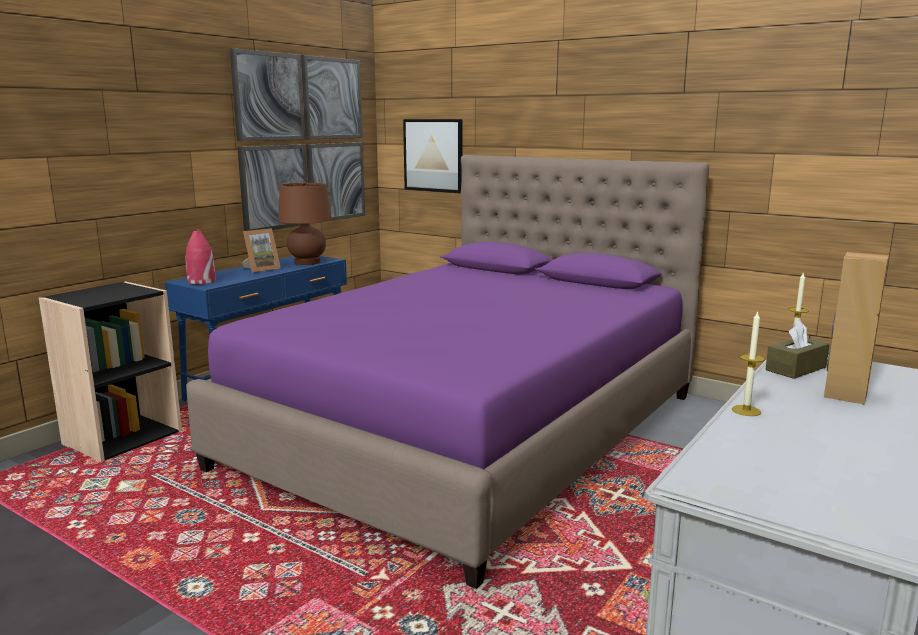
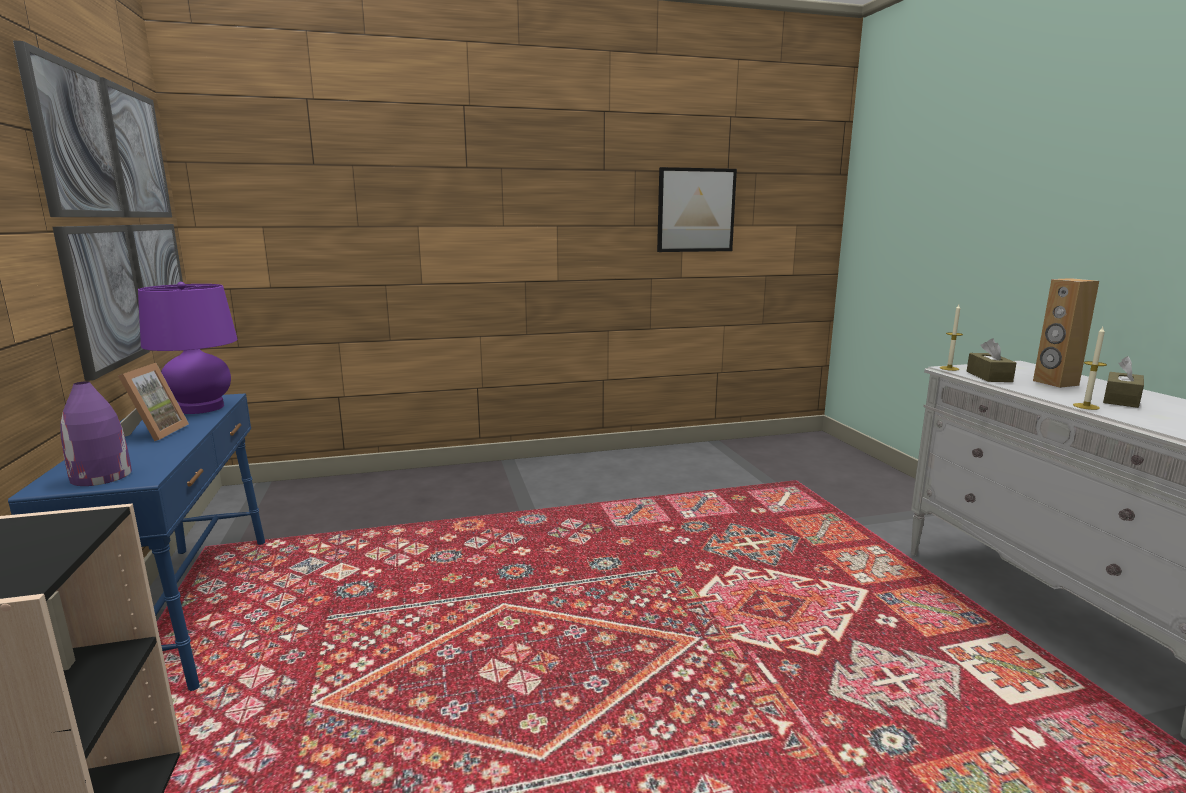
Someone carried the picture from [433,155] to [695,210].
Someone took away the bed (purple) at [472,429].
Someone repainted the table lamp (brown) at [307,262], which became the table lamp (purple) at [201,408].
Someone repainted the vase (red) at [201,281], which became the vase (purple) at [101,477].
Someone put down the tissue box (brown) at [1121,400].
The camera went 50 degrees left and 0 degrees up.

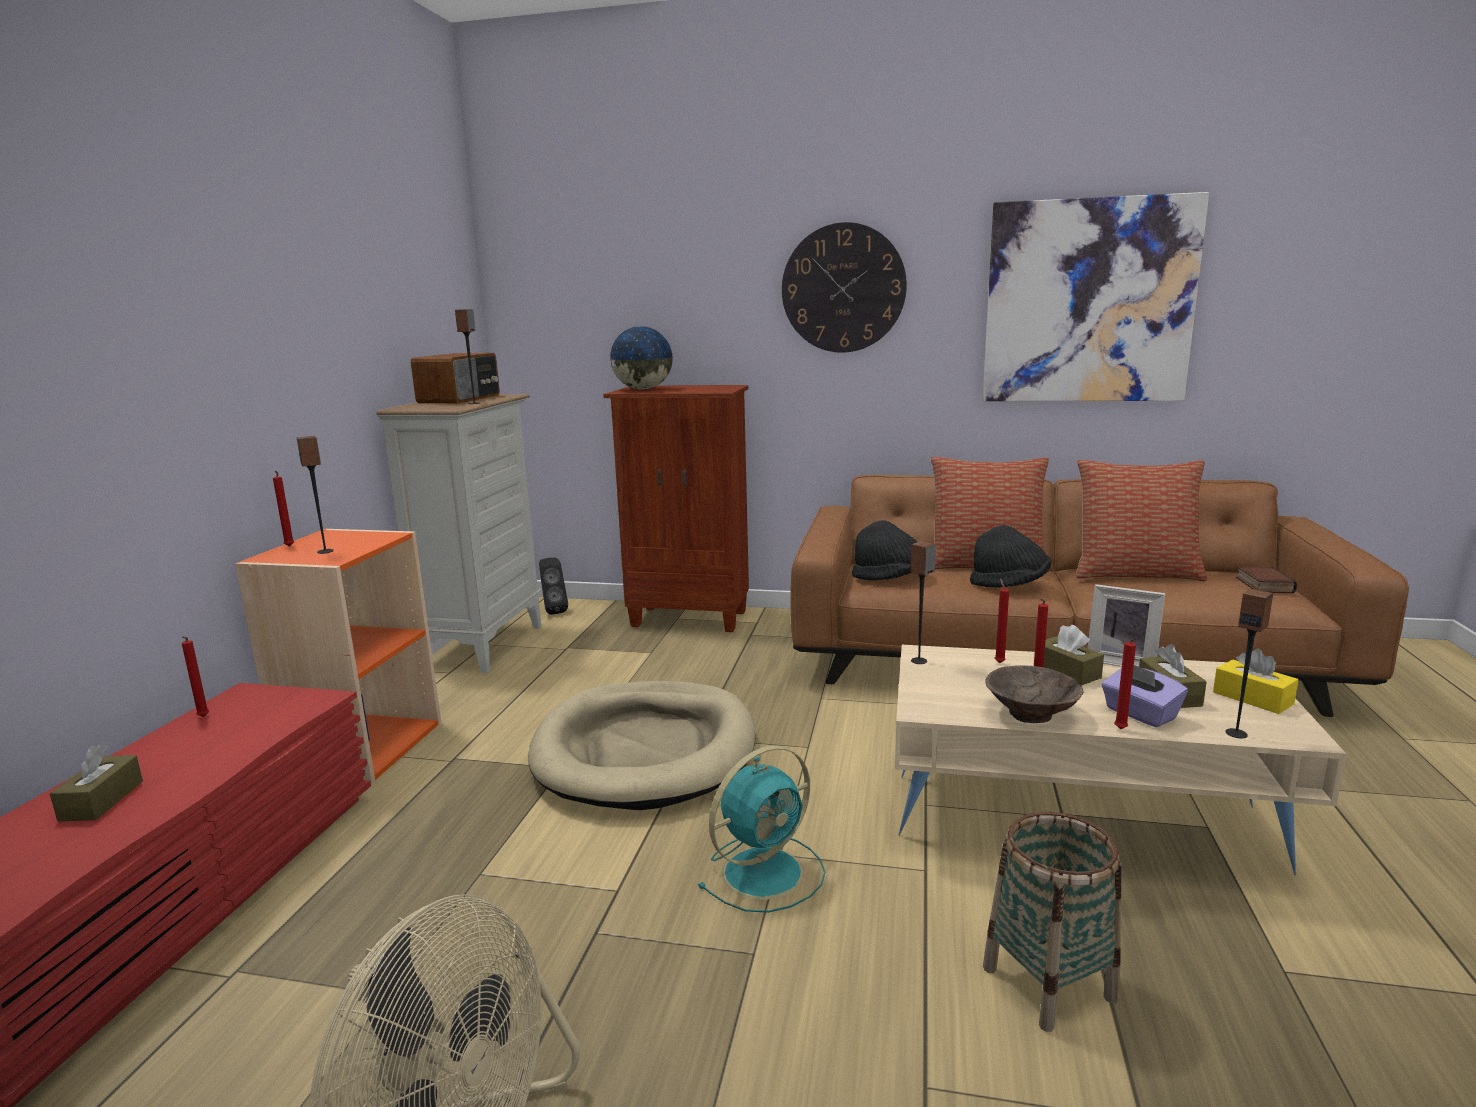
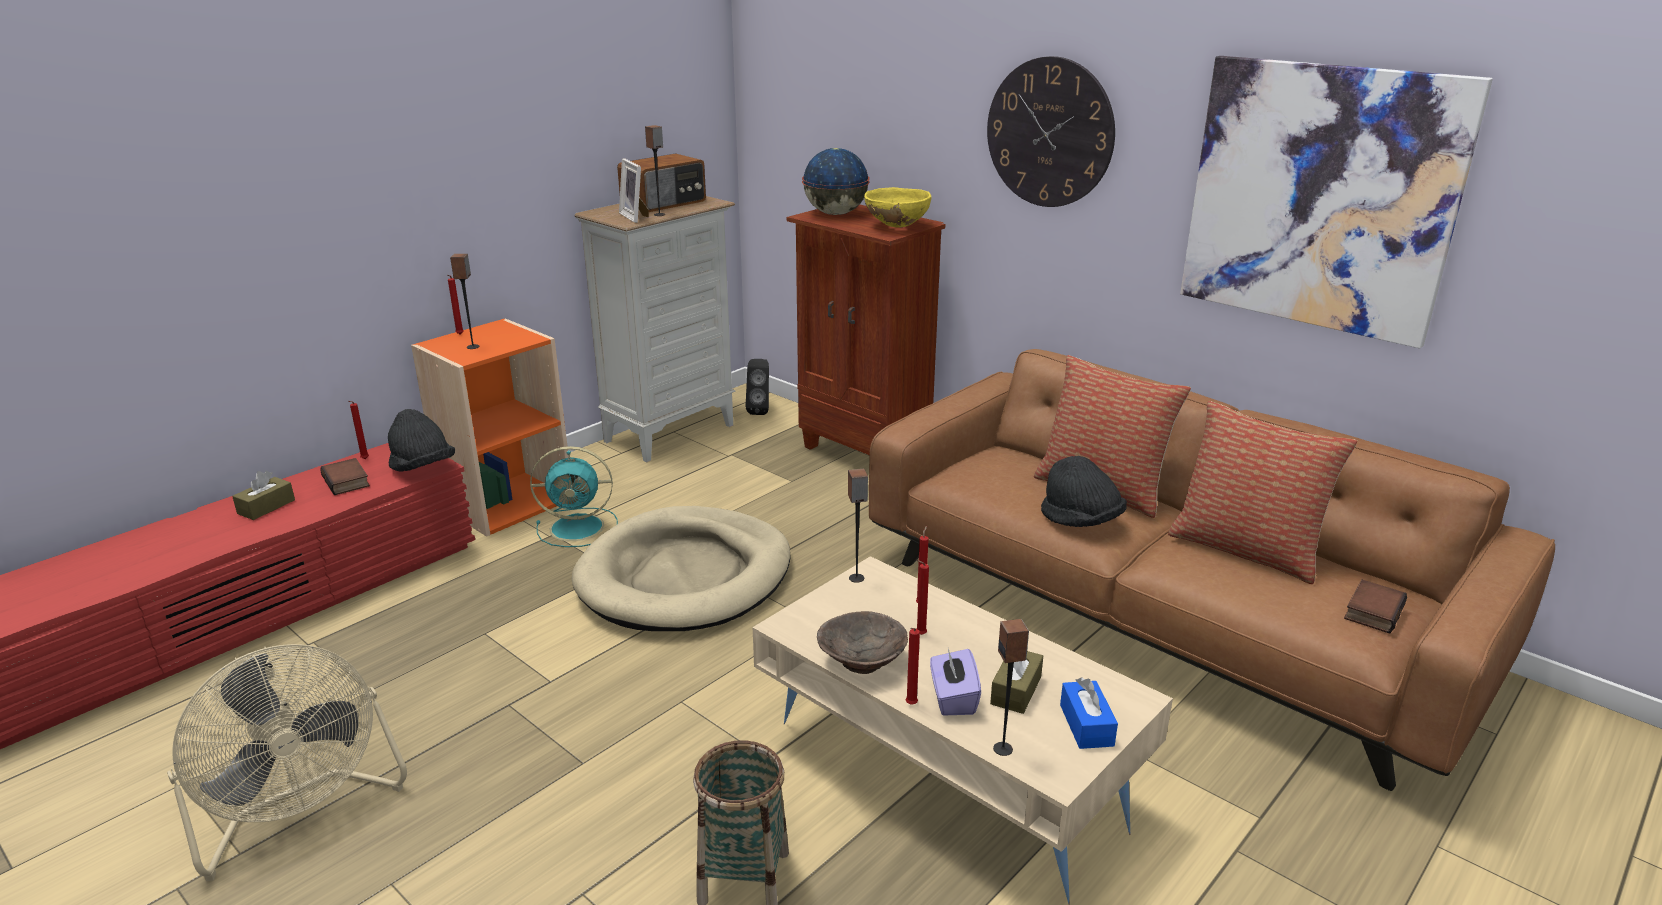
Someone carried the hat (black) from [889,577] to [422,468].
Someone carried the picture frame from [1121,661] to [636,217].
Someone took away the tissue box (brown) at [1067,672].
Someone repainted the tissue box (yellow) at [1252,698], which became the tissue box (blue) at [1086,725].
Someone carried the fan (turquoise) from [765,871] to [579,527].
Someone put down the bowl (yellow) at [896,226].
Someone put down the book at [348,481].
The camera went 30 degrees right and 10 degrees up.

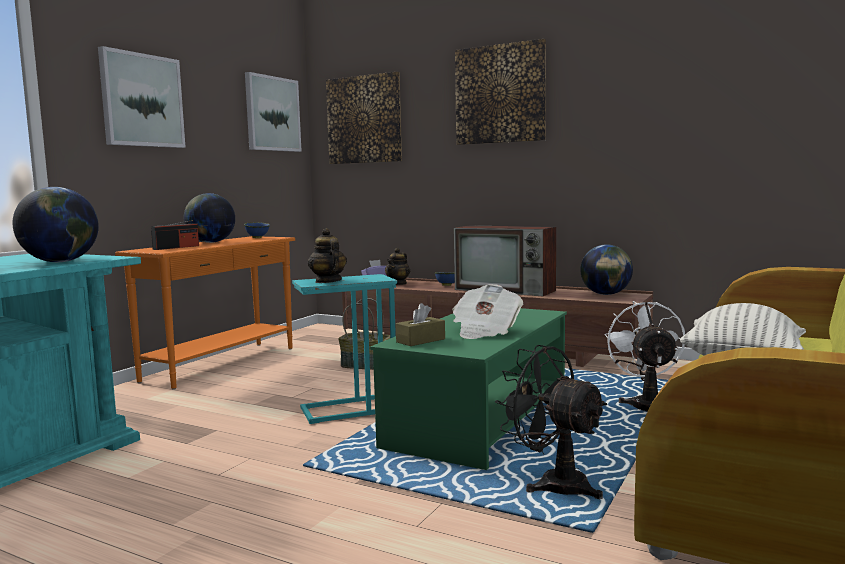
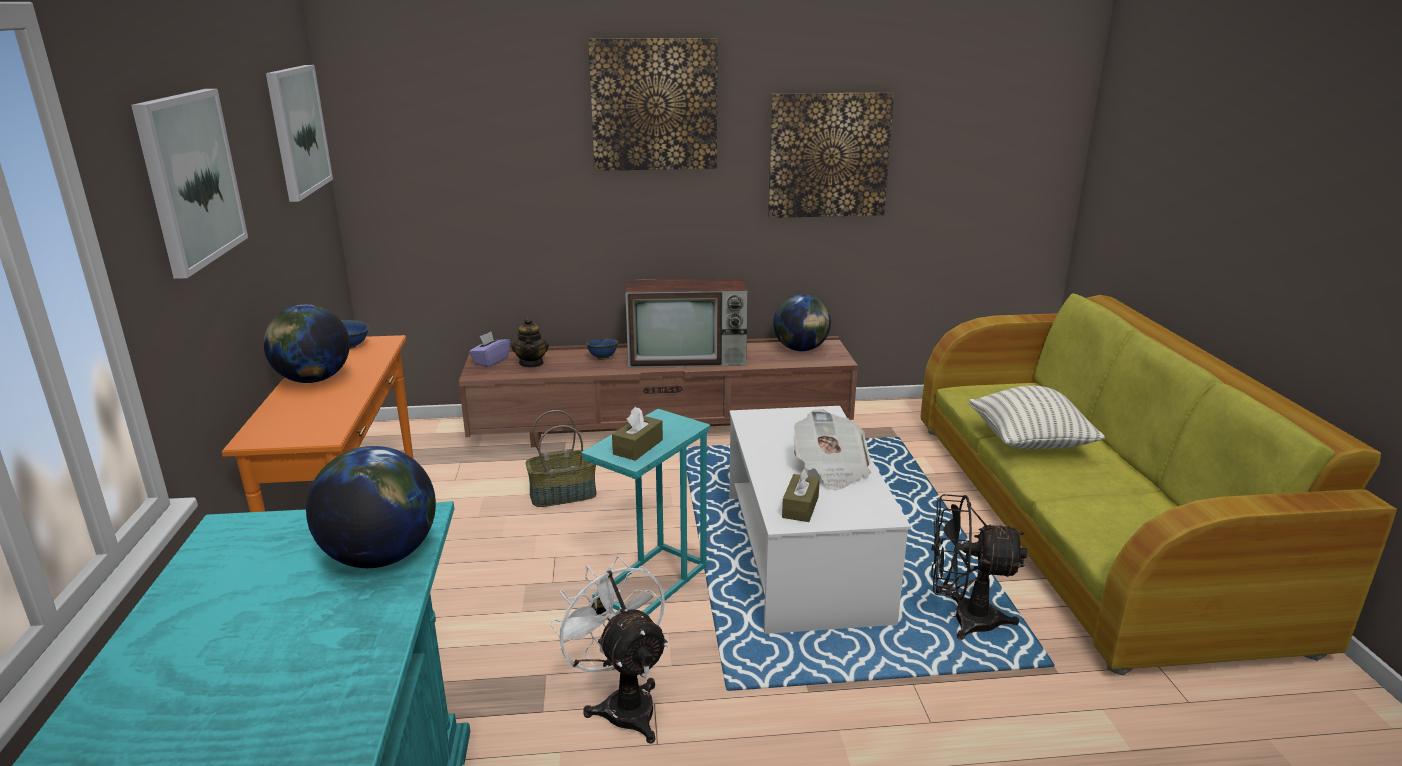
Someone carried the picture from [364,119] to [828,155].
Someone took away the radio at [176,247].
Someone swapped the teapot at [328,281] for the tissue box (brown) at [638,447].
Someone carried the fan (white) from [646,404] to [622,704].
Someone repainted the coffee table (green) at [478,422], which became the coffee table (white) at [804,556].
The camera went 35 degrees left and 15 degrees up.

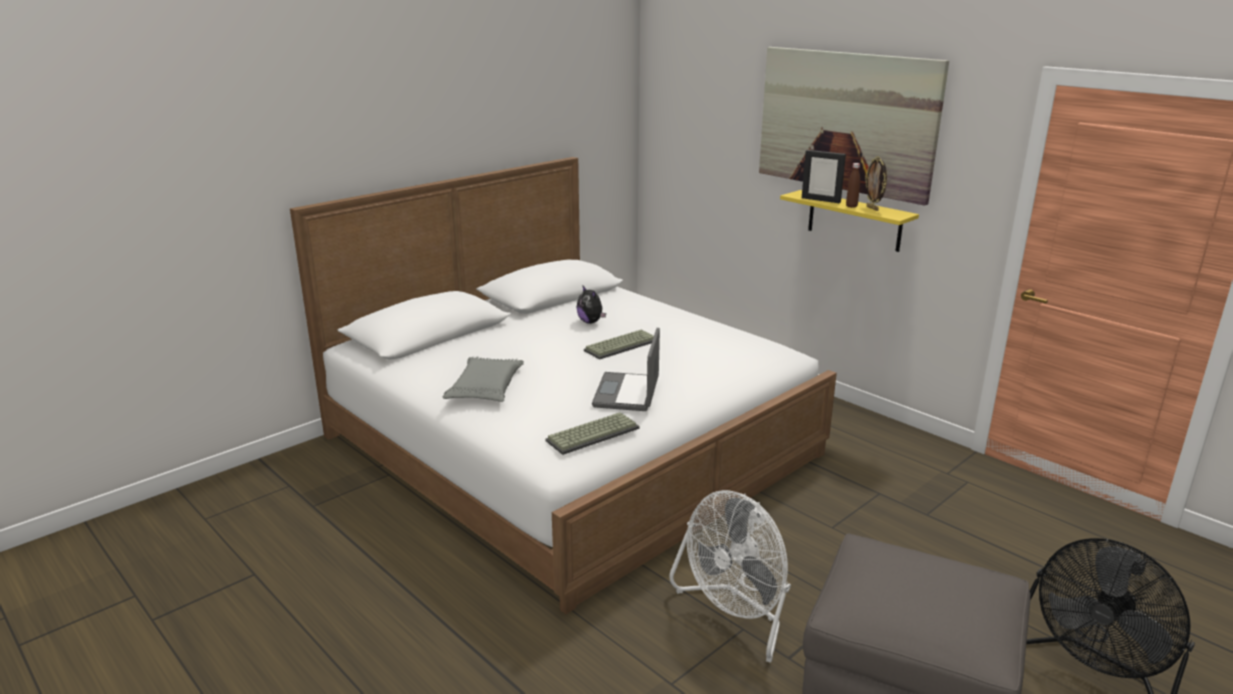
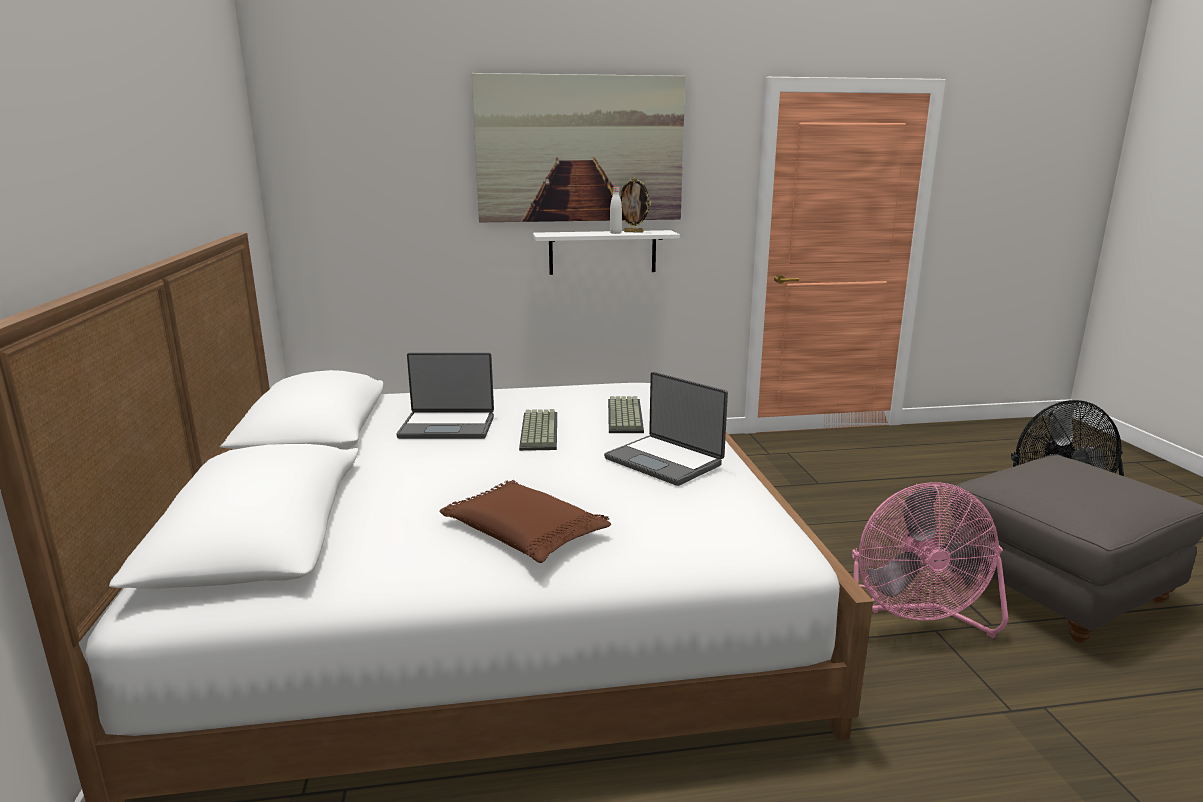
Someone took away the picture frame at [821,200].
Someone repainted the bottle (brown) at [851,206], which became the bottle (white) at [615,233].
Someone repainted the shelf (yellow) at [854,221], which became the shelf (white) at [602,252].
Someone swapped the plush toy at [591,322] for the laptop at [448,426].
Someone repainted the pillow (grey) at [485,386], which became the pillow (brown) at [524,529].
Someone carried the keyboard from [593,433] to [623,416].
Someone repainted the fan (white) at [736,611], which became the fan (pink) at [904,622].
The camera went 55 degrees left and 5 degrees down.

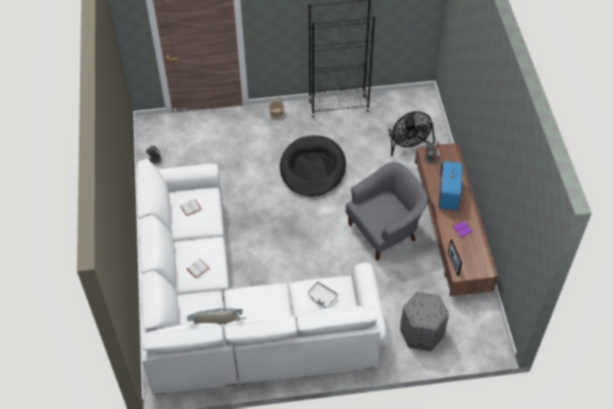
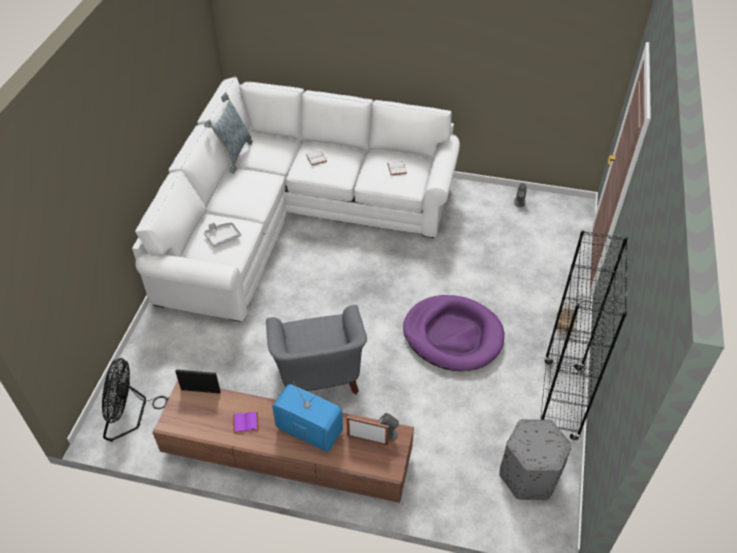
Someone carried the fan (black) from [406,144] to [133,411].
Someone repainted the dog bed (black) at [312,168], which became the dog bed (purple) at [453,335].
Someone carried the ottoman (grey) from [422,333] to [529,476].
The camera went 110 degrees right and 5 degrees down.

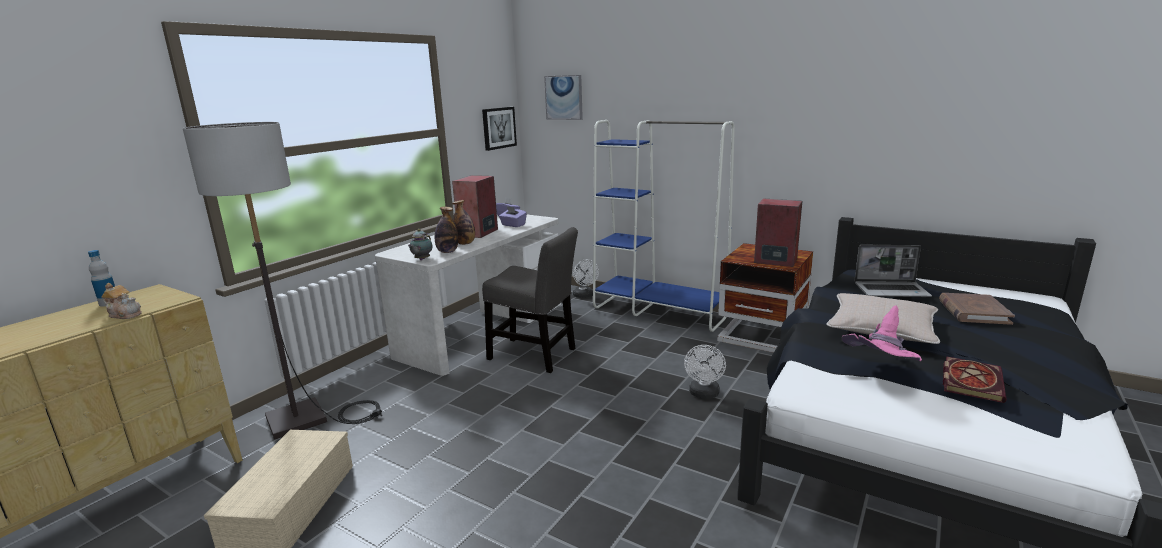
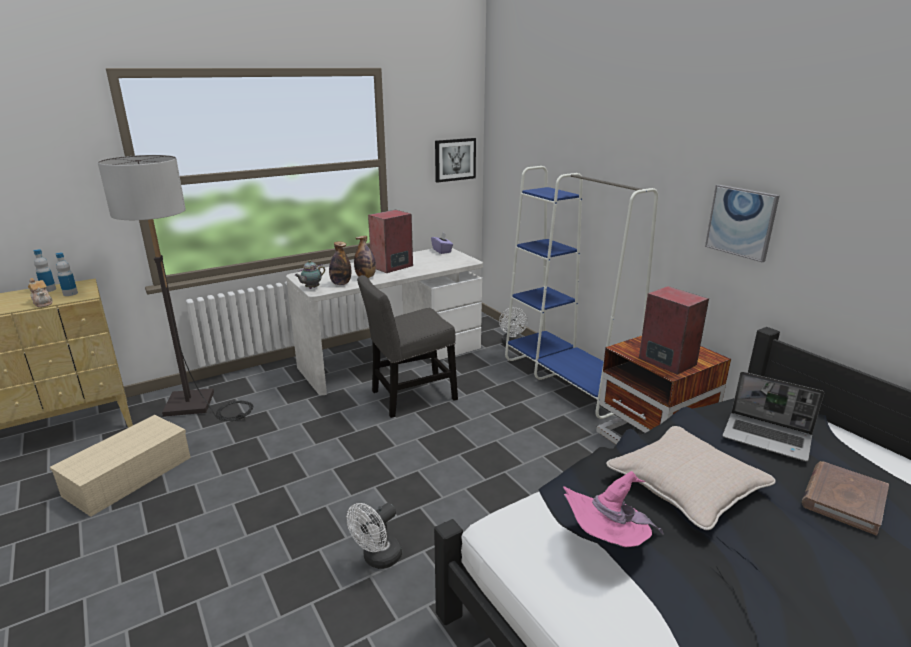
Someone carried the picture from [564,97] to [741,222].
Someone took away the tissue box (purple) at [513,225].
Someone rotated the chair (grey) at [535,355] by 105 degrees clockwise.
Someone carried the fan (white) from [704,394] to [378,559].
Someone took away the book at [970,381].
Someone put down the bottle at [70,293].
The camera went 25 degrees right and 5 degrees up.

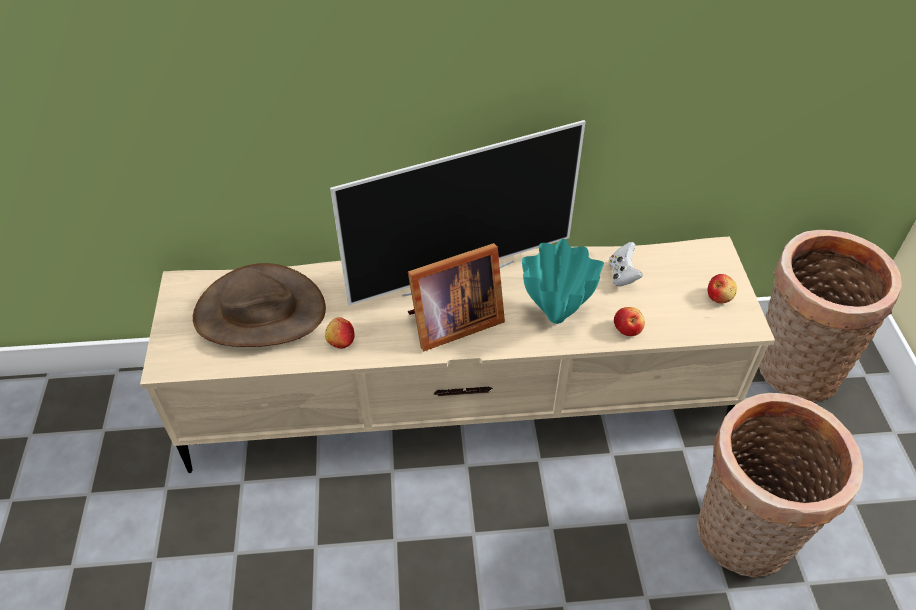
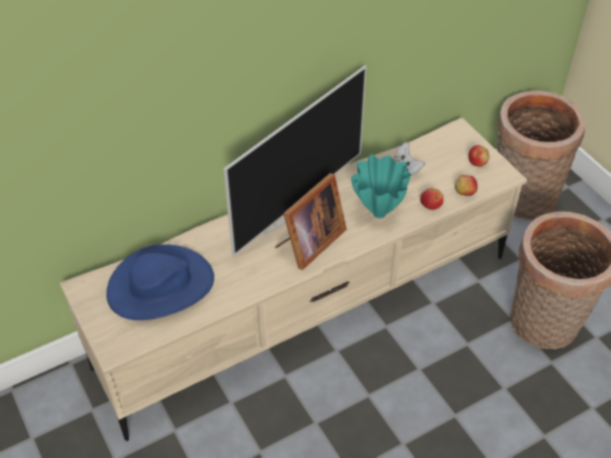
Someone repainted the hat (brown) at [259,312], which became the hat (blue) at [161,286].
Someone carried the apple from [341,341] to [464,192].
The camera went 25 degrees left and 0 degrees up.

